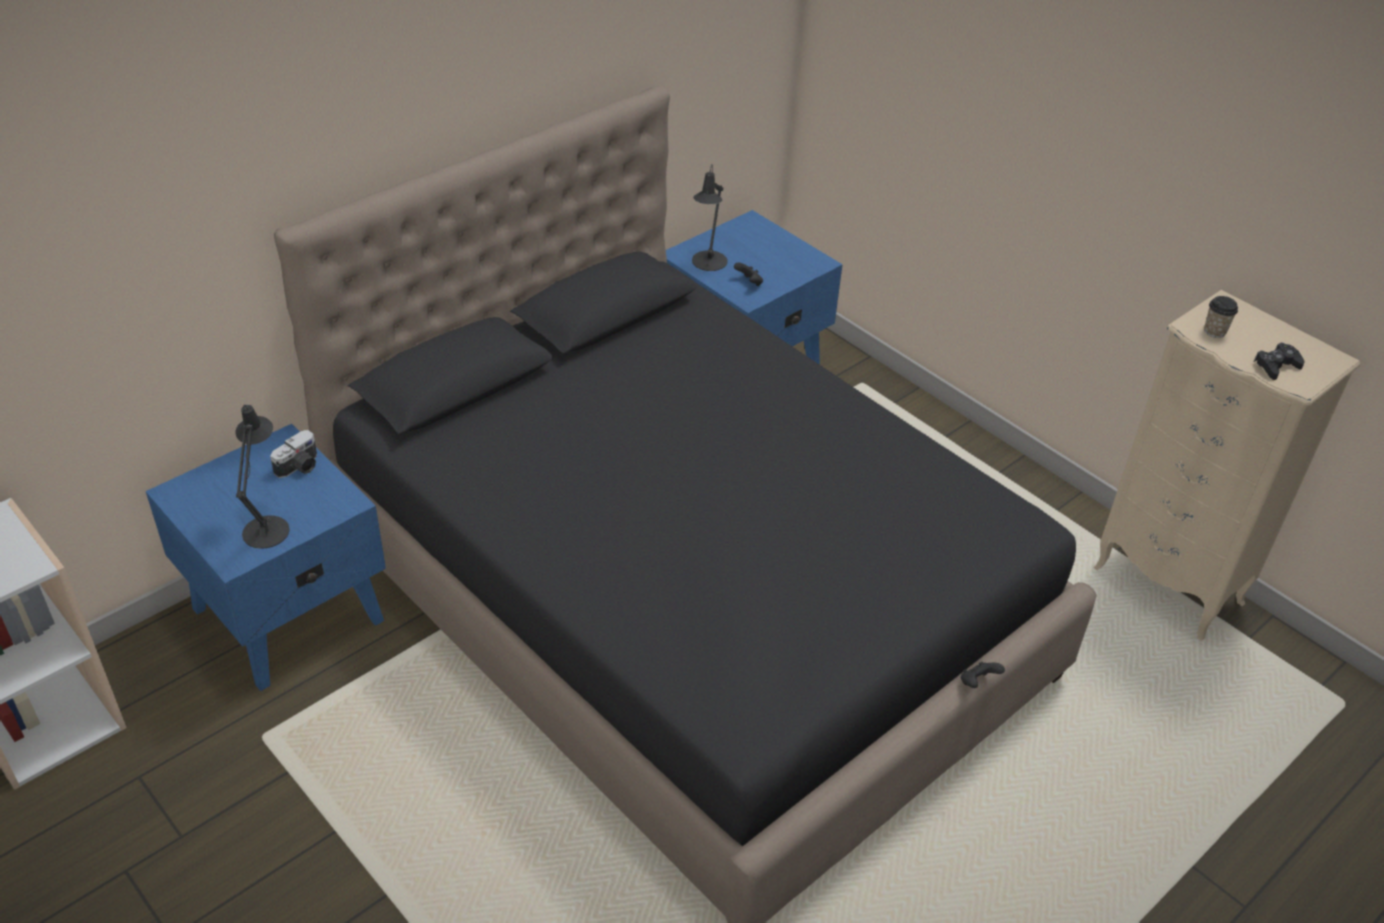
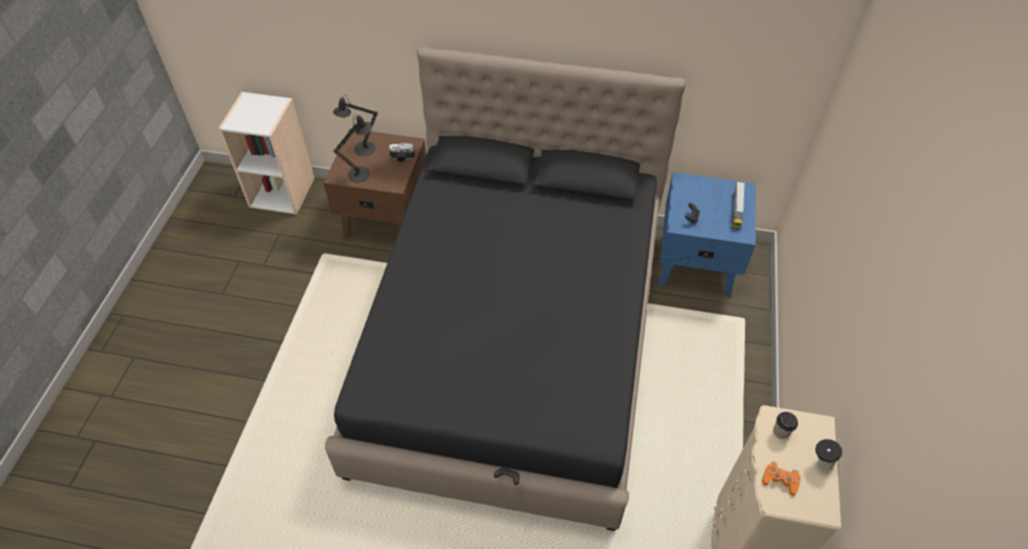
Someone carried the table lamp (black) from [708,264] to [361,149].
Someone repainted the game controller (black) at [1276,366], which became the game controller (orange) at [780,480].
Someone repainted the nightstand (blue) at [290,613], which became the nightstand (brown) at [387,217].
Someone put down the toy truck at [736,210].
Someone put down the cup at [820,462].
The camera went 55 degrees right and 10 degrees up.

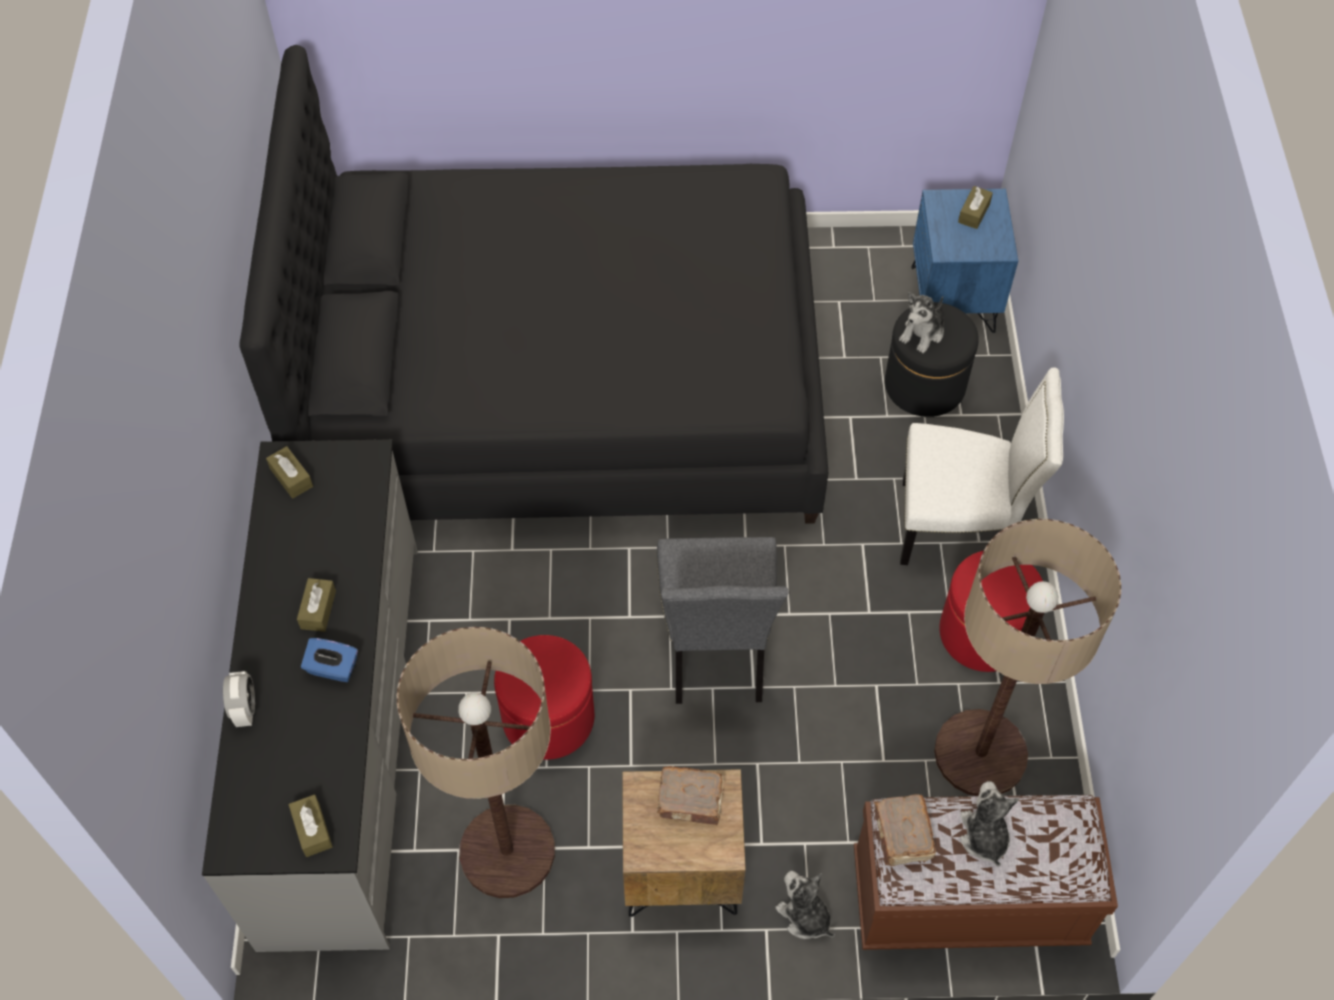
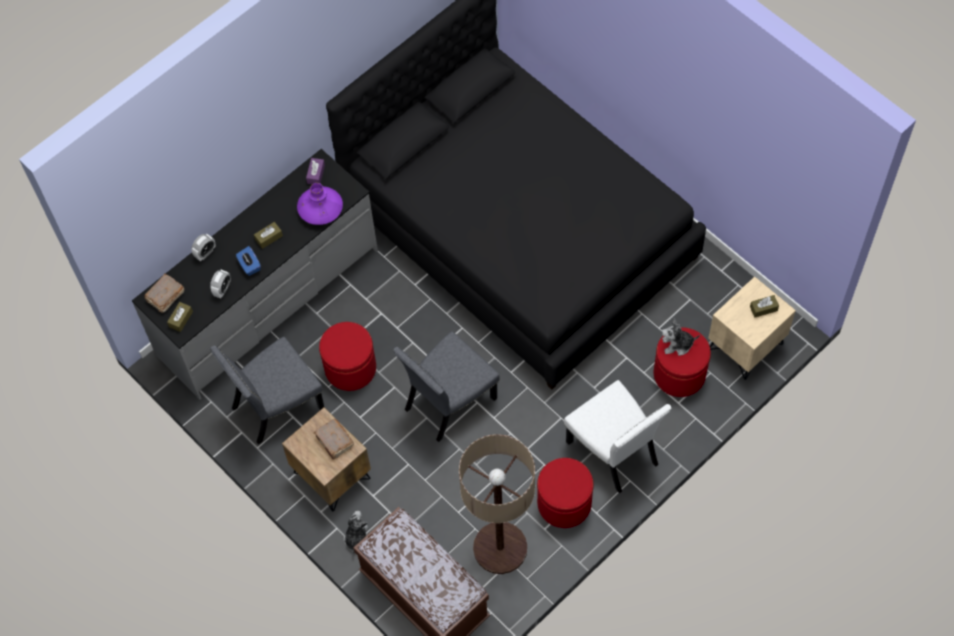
Someone repainted the nightstand (blue) at [953,299], which became the nightstand (beige) at [746,346].
Someone repainted the ottoman (black) at [924,385], which became the ottoman (red) at [679,374].
Someone repainted the tissue box (brown) at [291,477], which became the tissue box (purple) at [316,174].
Someone swapped the floor lamp at [507,852] for the chair (grey) at [278,405].
Someone took away the plush toy at [983,836].
Someone carried the book (brown) from [902,835] to [165,297].
Someone put down the vase (purple) at [320,210].
Someone put down the alarm clock at [222,289].
The camera went 50 degrees right and 5 degrees up.

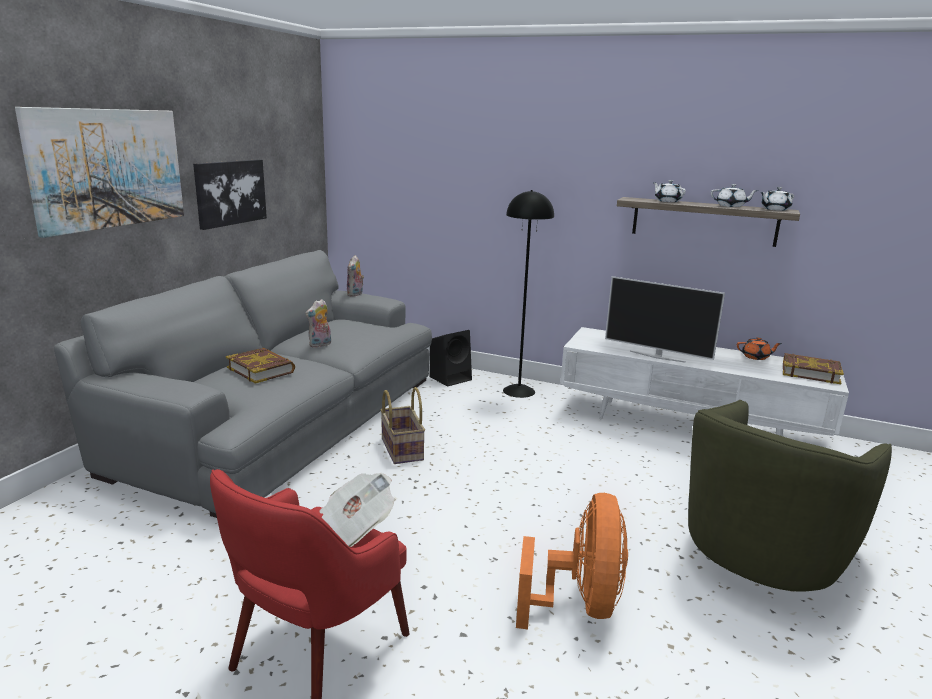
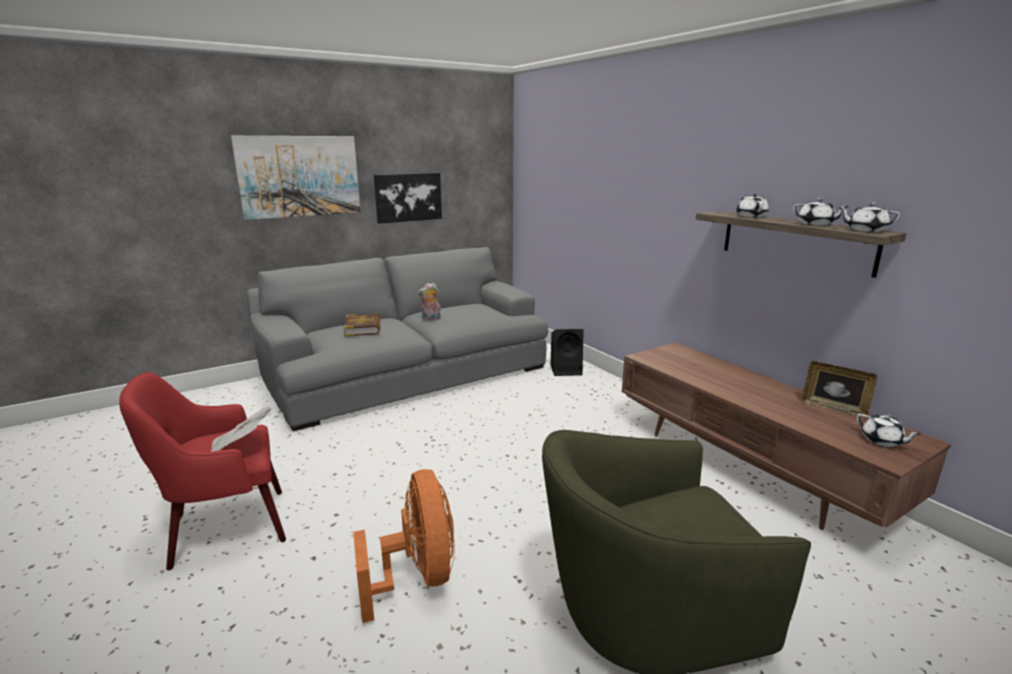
Someone took away the floor lamp (black) at [519,391].
Someone took away the plush toy at [355,294].
Someone took away the television at [657,356].
Someone repainted the tv stand (white) at [688,424], which became the tv stand (brown) at [748,466].
Someone swapped the teapot (orange) at [756,357] for the picture frame at [834,408].
Someone swapped the book at [810,373] for the teapot (white) at [882,441].
Someone took away the basket at [401,449].
Someone rotated the fan (orange) at [579,604] by 60 degrees counterclockwise.
The camera went 35 degrees right and 0 degrees up.

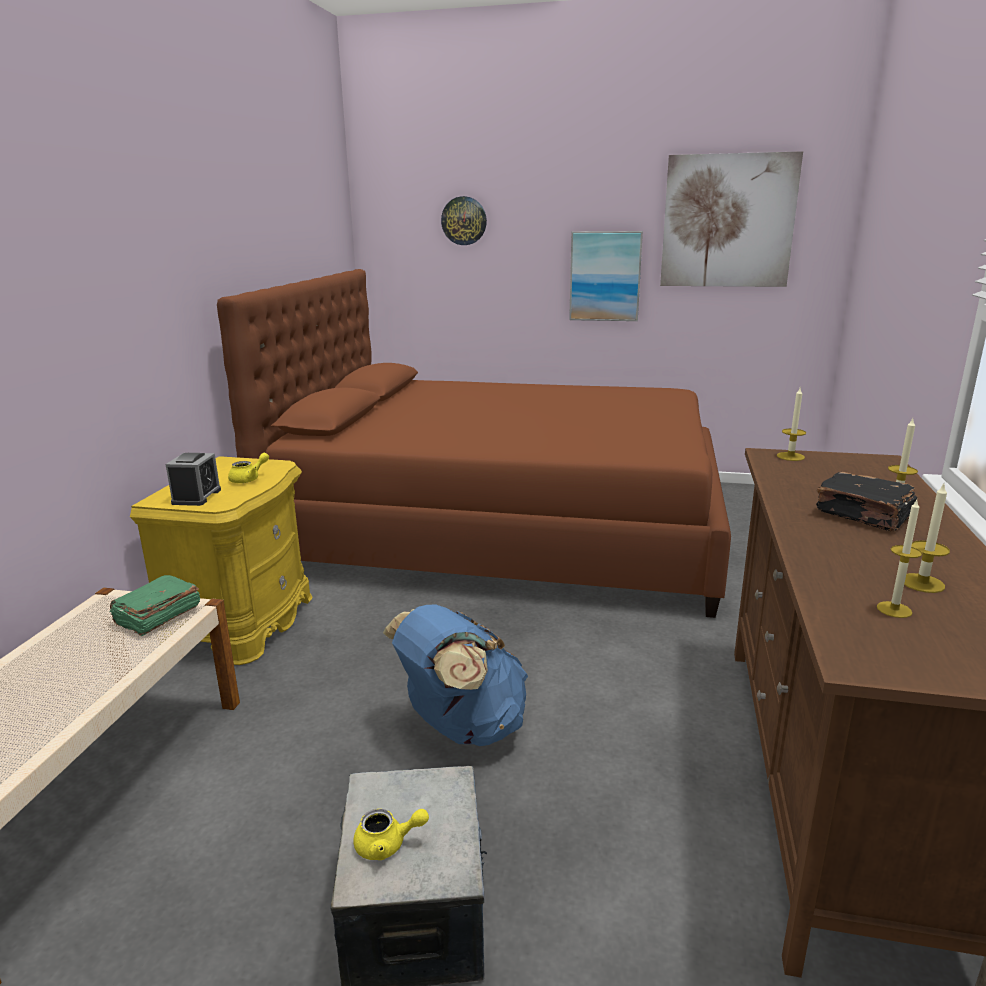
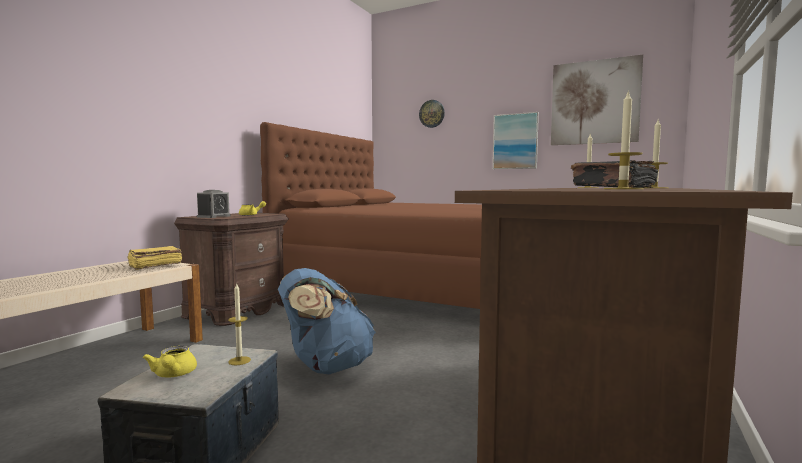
Someone repainted the nightstand (yellow) at [247,622], which became the nightstand (brown) at [242,310].
Someone carried the candle from [894,609] to [239,361].
Someone repainted the book (green) at [157,617], which became the book (yellow) at [154,266].
Someone rotated the teapot (yellow) at [387,845] by 60 degrees clockwise.
The camera went 15 degrees right and 15 degrees down.

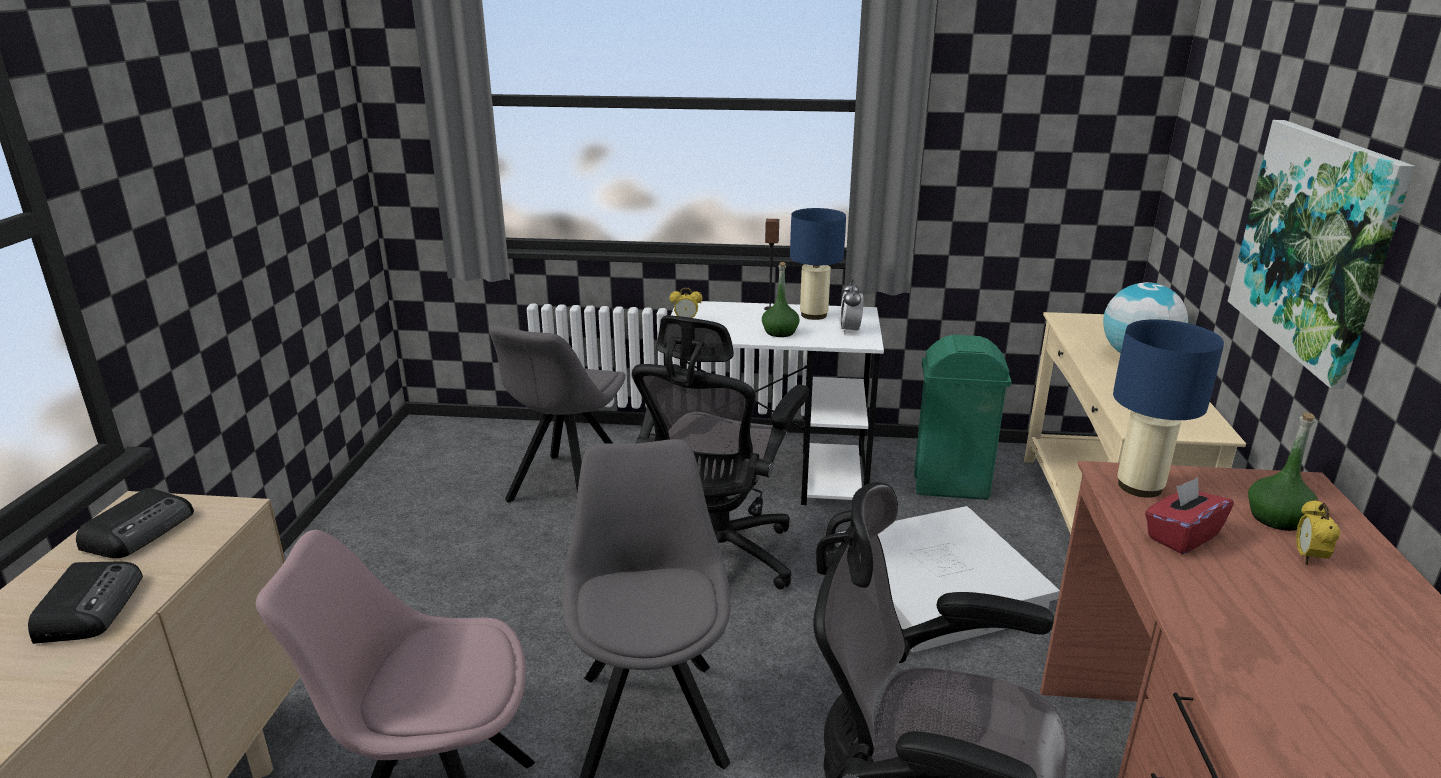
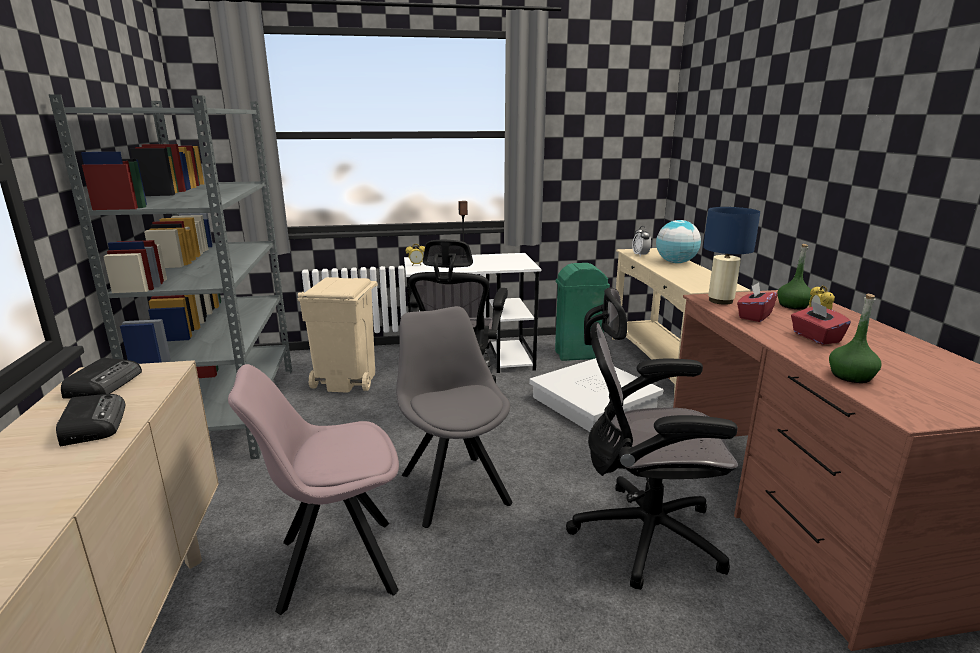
Someone took away the picture at [1314,245].
Someone took away the table lamp (blue) at [813,315].
Someone carried the bottle (green) from [780,332] to [851,376].
Someone carried the alarm clock from [850,330] to [640,255].
Someone swapped the chair (grey) at [569,486] for the trash can (beige) at [346,380].
Someone put down the bookcase (grey) at [228,411].
Someone put down the tissue box (red) at [815,337].
The camera went 15 degrees left and 5 degrees down.

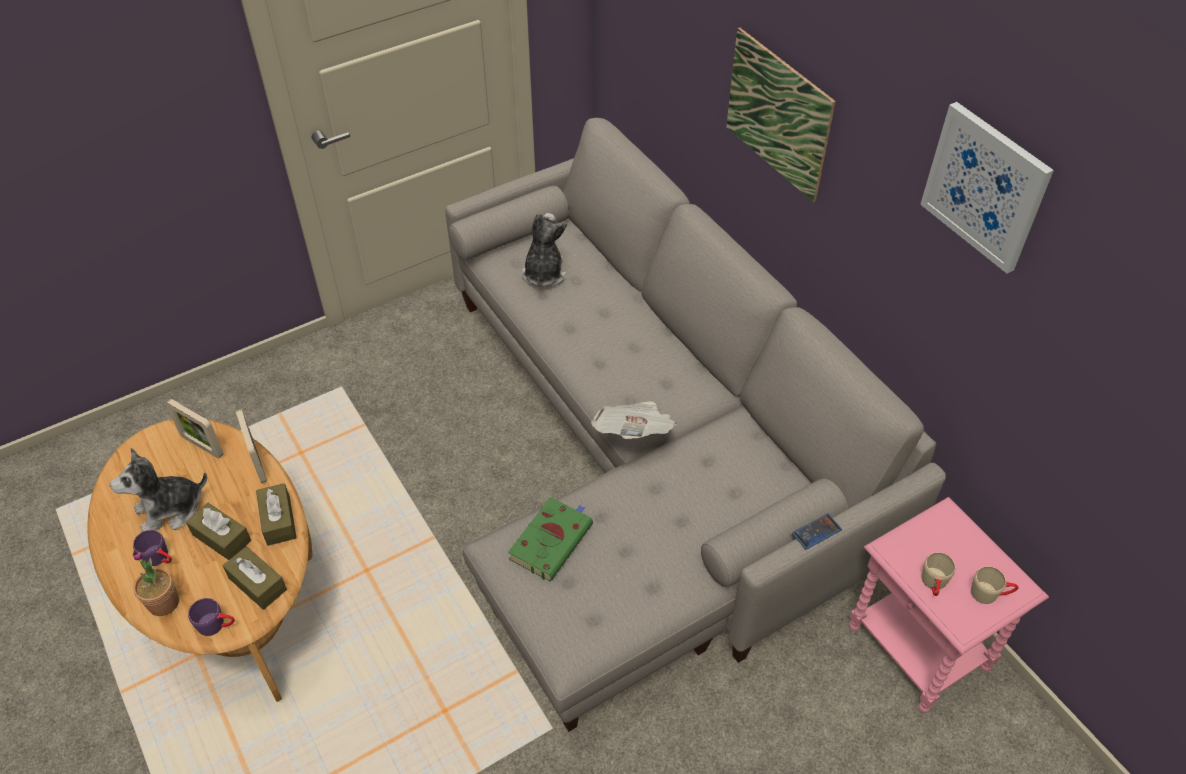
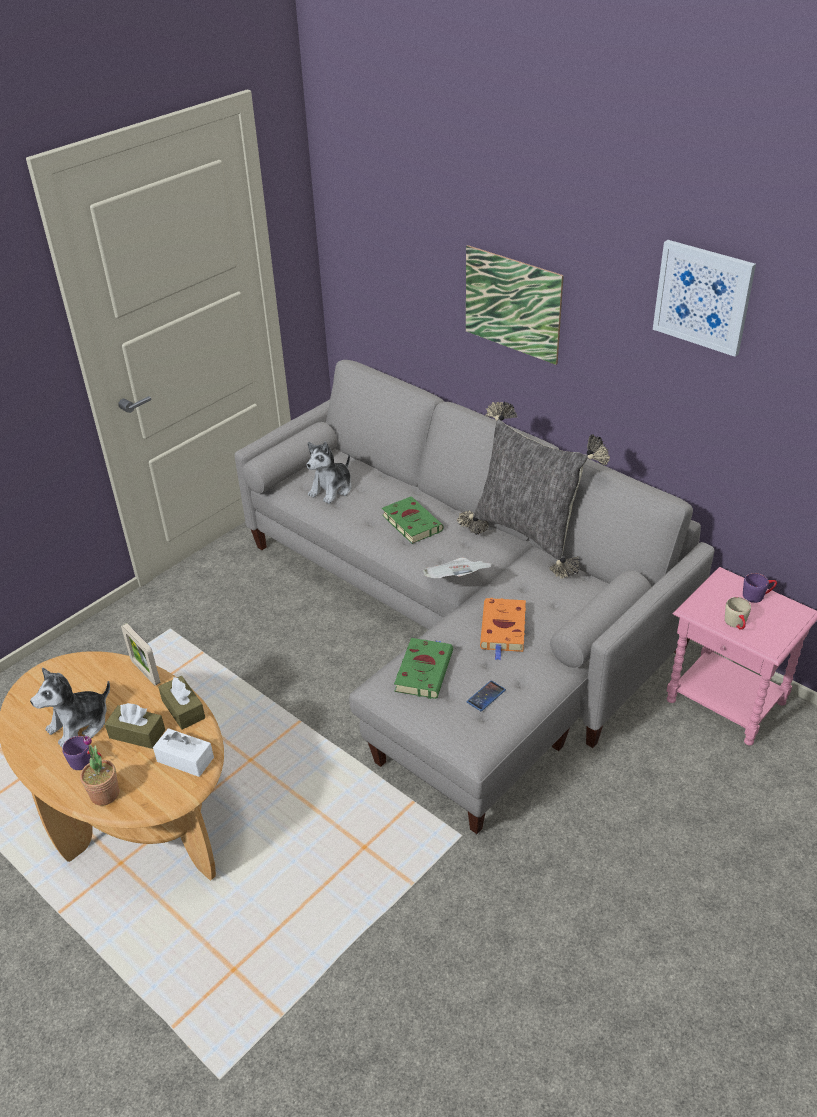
Someone rotated the plush toy at [543,273] by 135 degrees counterclockwise.
Someone took away the picture frame at [202,446].
Someone carried the phone from [816,531] to [486,696].
Someone repainted the tissue box (brown) at [257,584], which became the tissue box (white) at [185,759].
Someone took away the mug (beige) at [990,593].
Someone carried the mug (purple) from [217,625] to [757,595].
Someone put down the pillow at [529,544].
Someone put down the book (green) at [410,522].
Someone put down the book (orange) at [503,630].
The camera went 15 degrees left and 10 degrees down.

